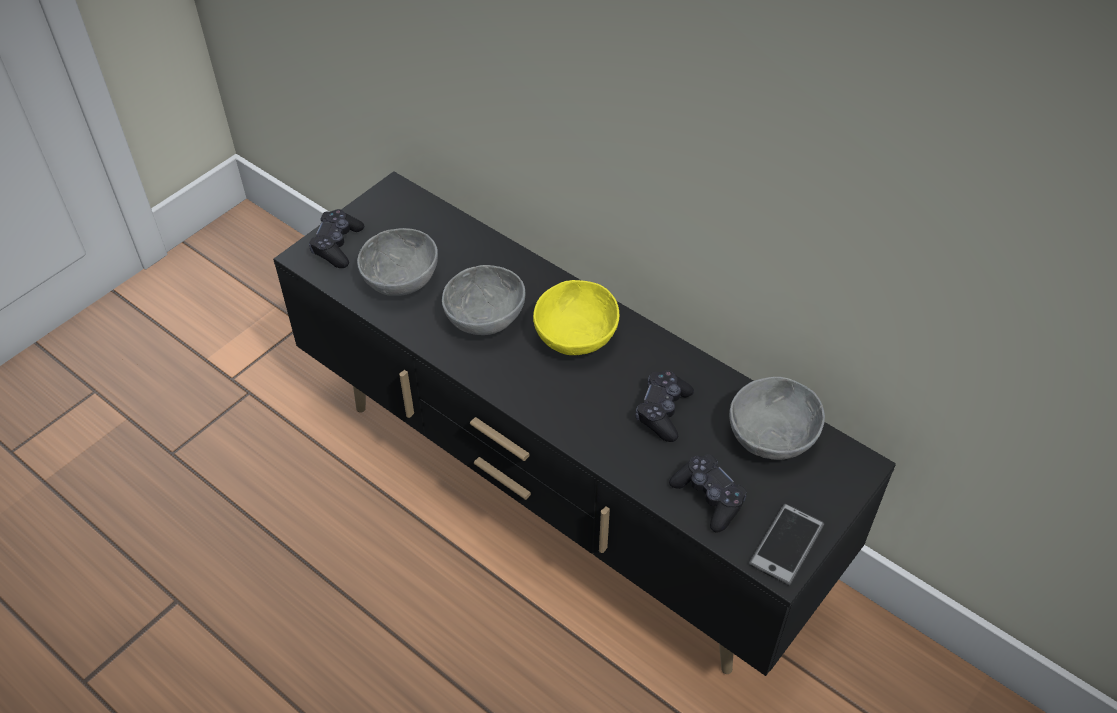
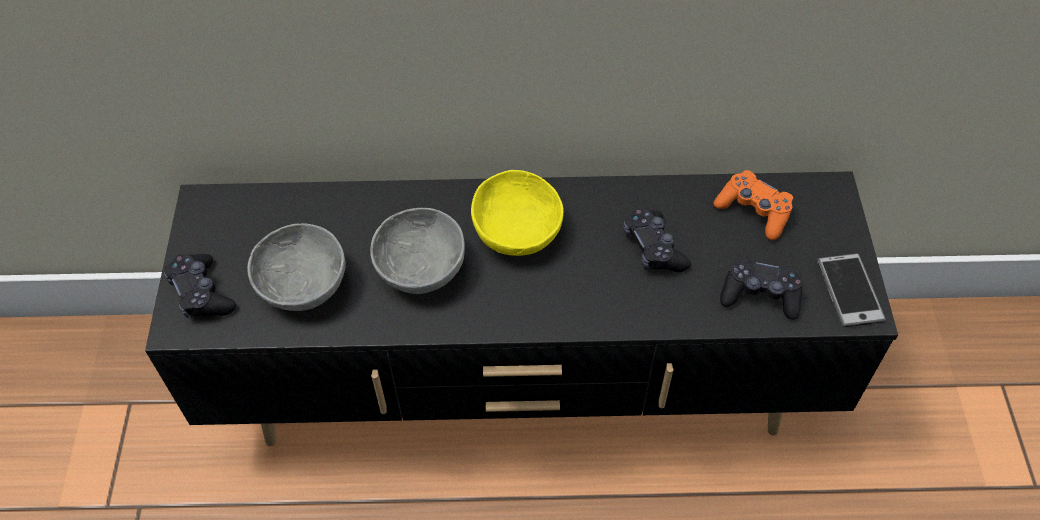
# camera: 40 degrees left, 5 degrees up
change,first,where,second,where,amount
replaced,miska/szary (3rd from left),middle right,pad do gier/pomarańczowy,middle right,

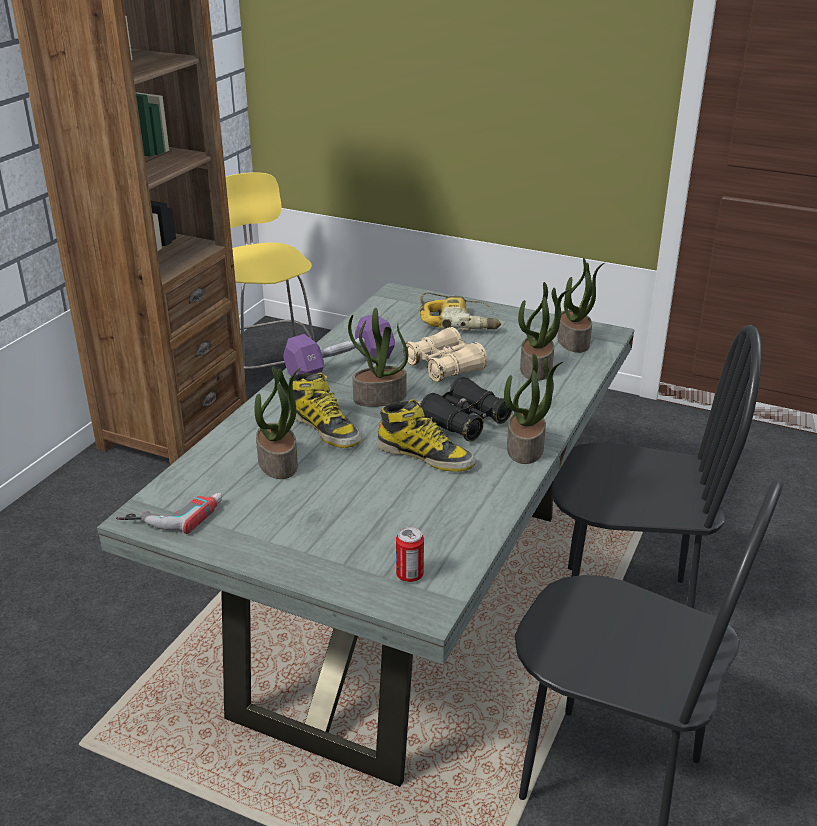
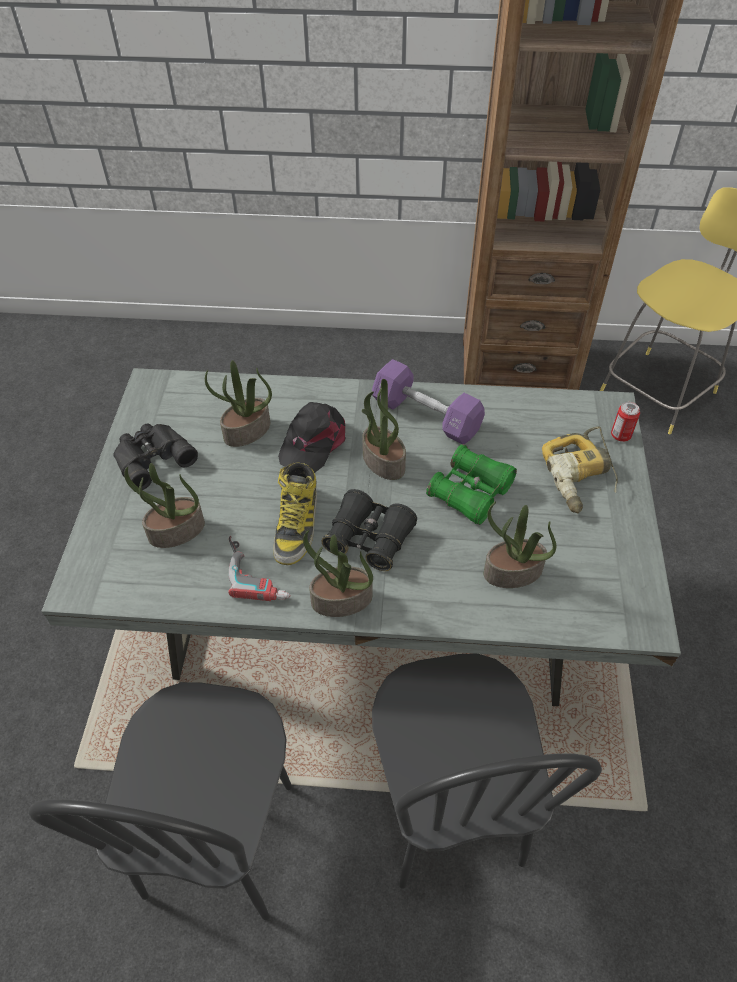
# camera: 70 degrees right, 20 degrees up
change,first,where,second,where,amount
moved,wiertarka (1st from left),middle left,,centre,
replaced,but z cholewką (1st from left),centre,czapka z daszkiem/czarny,centre,
moved,puszka,bottom centre,,middle right,
recoloured,lornetka/beżowy,centre,lornetka/zielony,centre,
moved,roślina doniczkowa (5th from left in the first image),middle right,roślina doniczkowa (1st from left),middle left,
added,,,lornetka/czarny (1st from left),middle left,

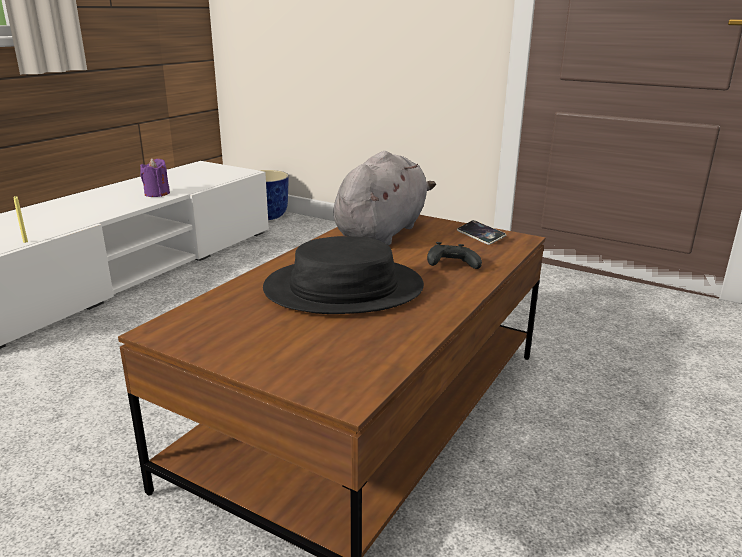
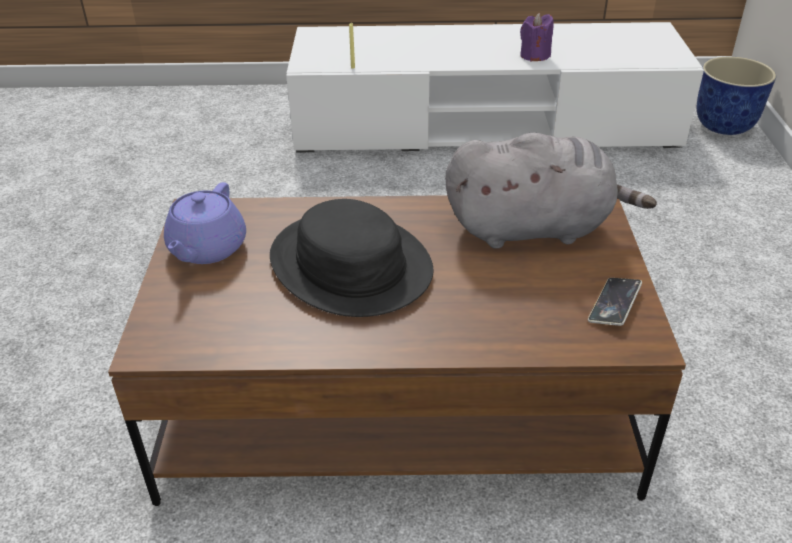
# camera: 60 degrees right, 15 degrees up
change,first,where,second,where,amount
removed,pad do gier/czarny,centre,,,
added,,,imbryk/fioletowy,middle left,

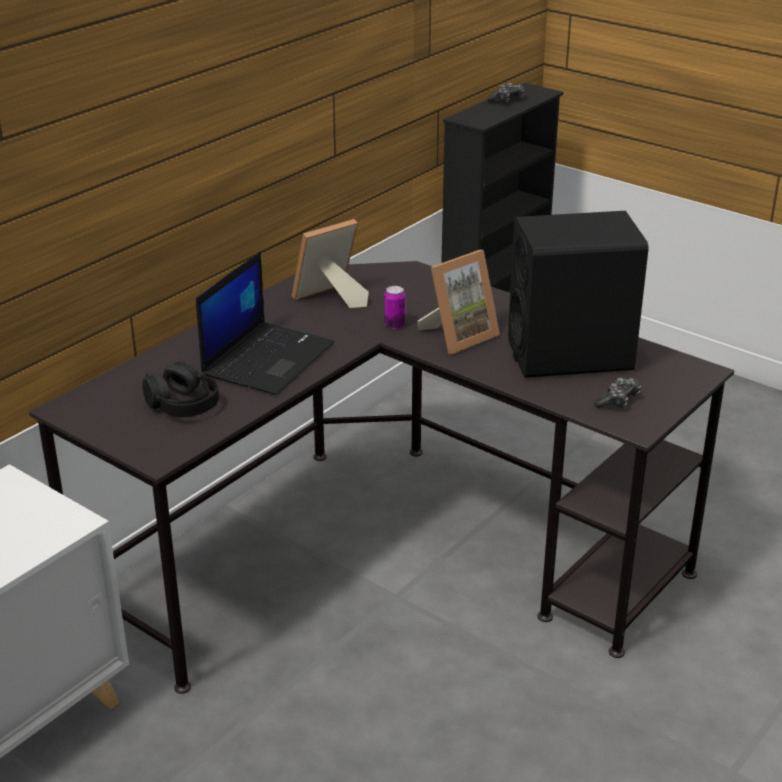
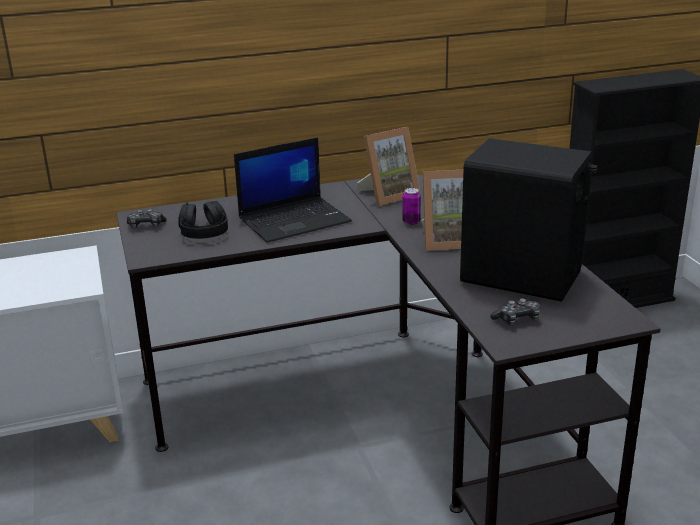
# camera: 35 degrees right, 5 degrees down
change,first,where,second,where,amount
turned,ramka na zdjęcie (1st from left),centre,,top centre,150 degrees clockwise
moved,pad do gier (1st from left),top centre,,middle left,

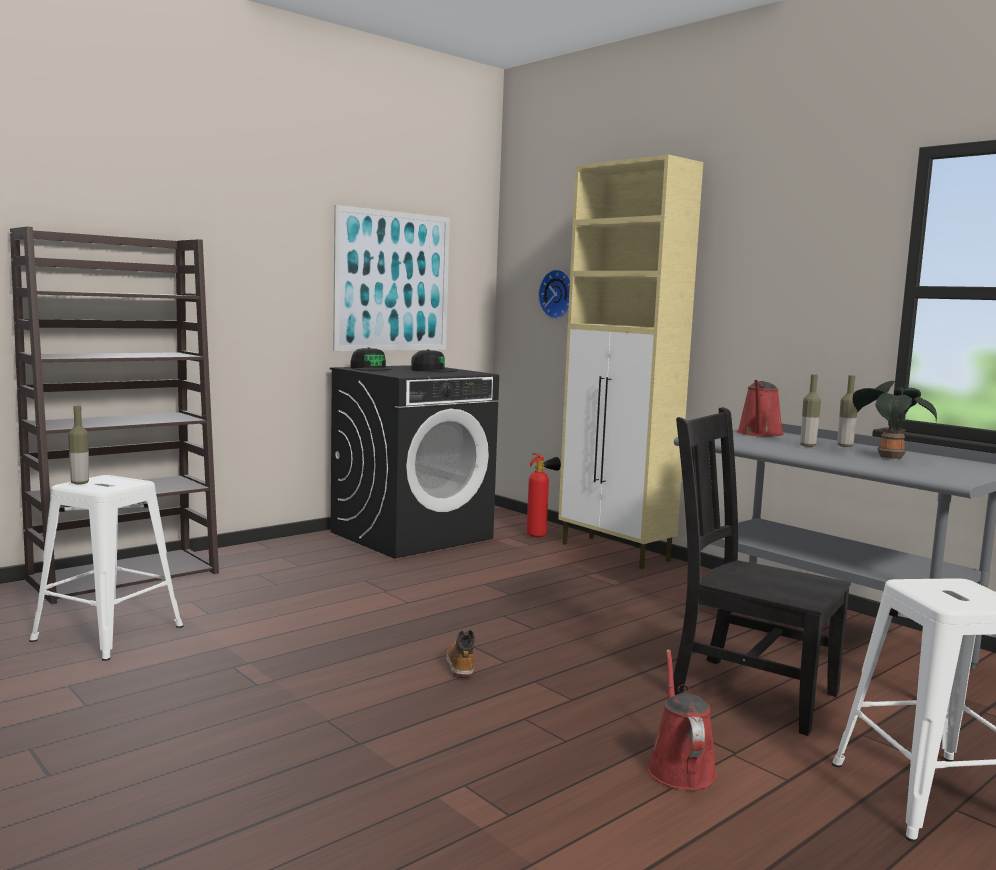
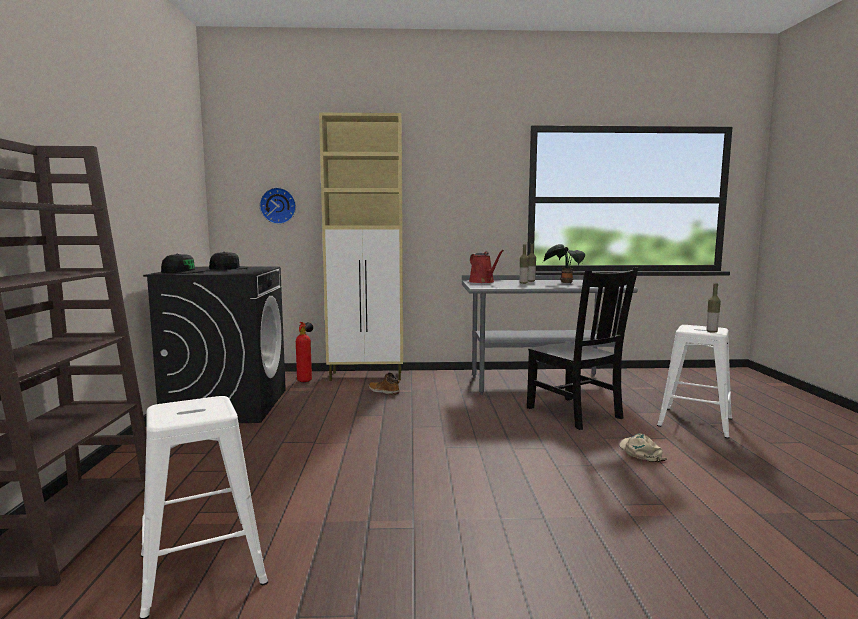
# camera: 50 degrees left, 0 degrees up
change,first,where,second,where,amount
moved,butelka (1st from left in the first image),middle left,butelka (3rd from left),middle right,
removed,obraz,top centre,,,
moved,but z cholewką,bottom centre,,centre,
replaced,konewka/czerwony (1st from left),bottom right,czapka z daszkiem/beżowy,bottom right,
turned,krzesło/czarny,middle right,,middle right,105 degrees counterclockwise

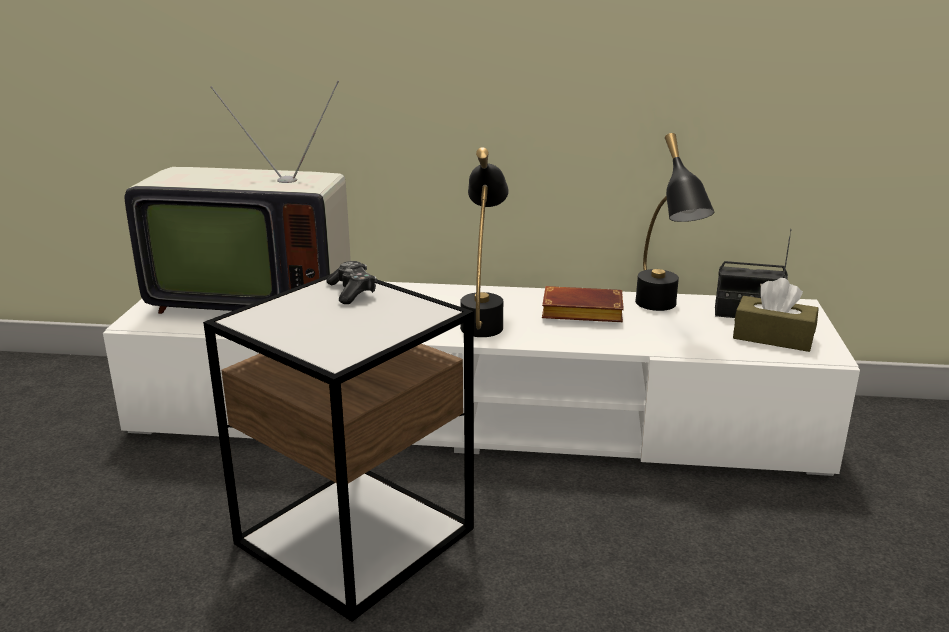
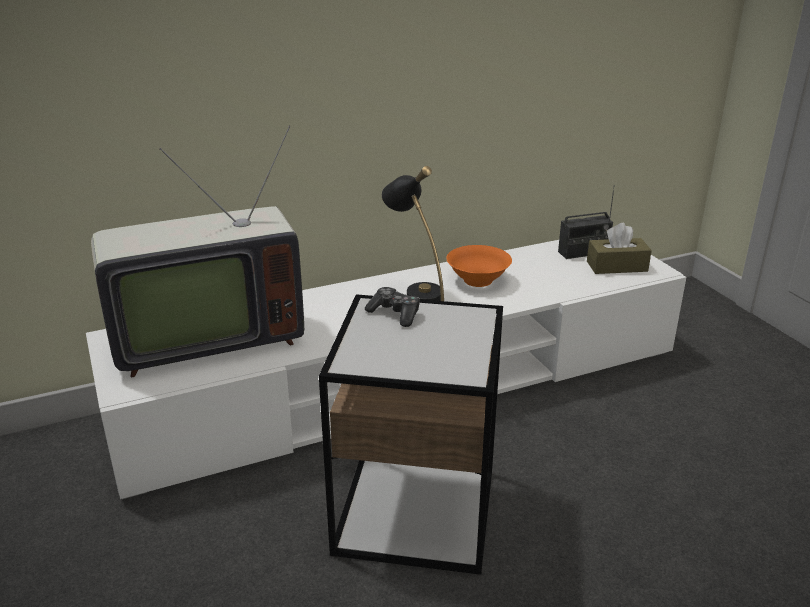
# camera: 30 degrees left, 5 degrees up
change,first,where,second,where,amount
replaced,książka/brązowy,centre,miska/pomarańczowy,centre,
removed,lampa stołowa/czarny (2nd from left),middle right,,,

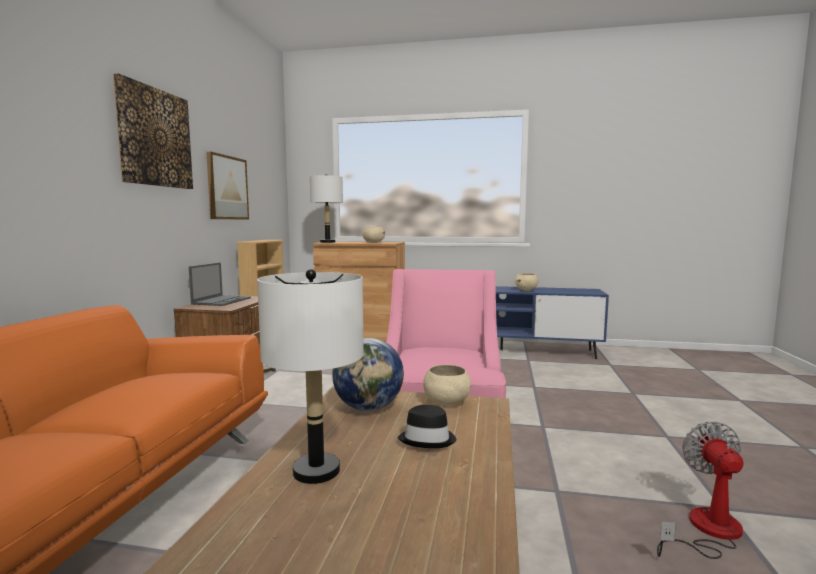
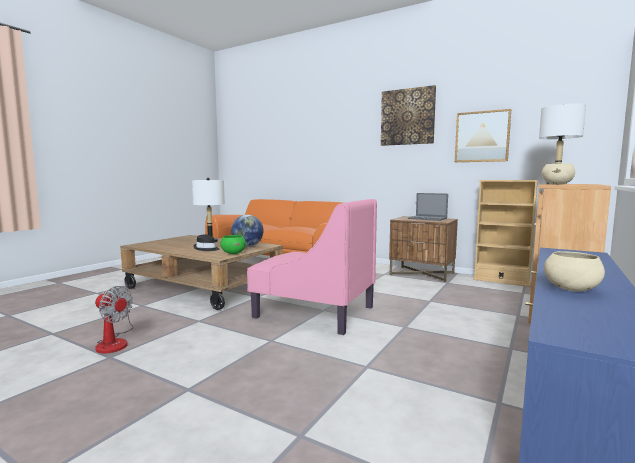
# camera: 110 degrees right, 0 degrees up
change,first,where,second,where,amount
recoloured,miska/beżowy (2nd from left),bottom centre,miska/zielony,centre,

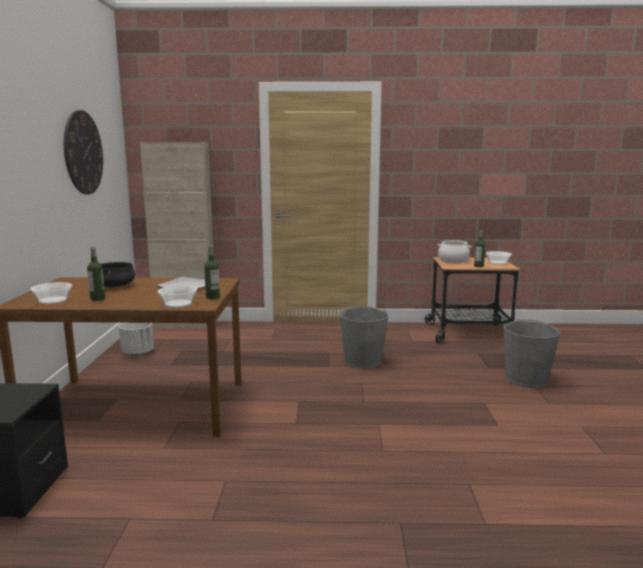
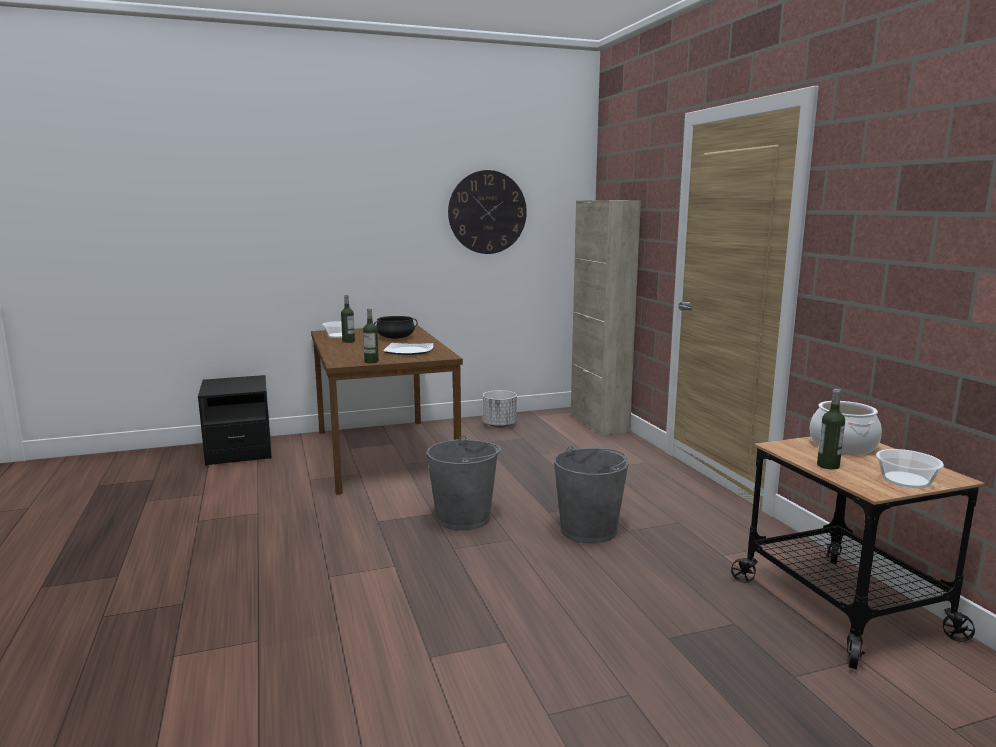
# camera: 70 degrees right, 0 degrees up
change,first,where,second,where,amount
removed,miska (2nd from left),middle left,,,
moved,wiadro/szary (2nd from left in the first image),middle right,wiadro/szary (1st from left),centre,

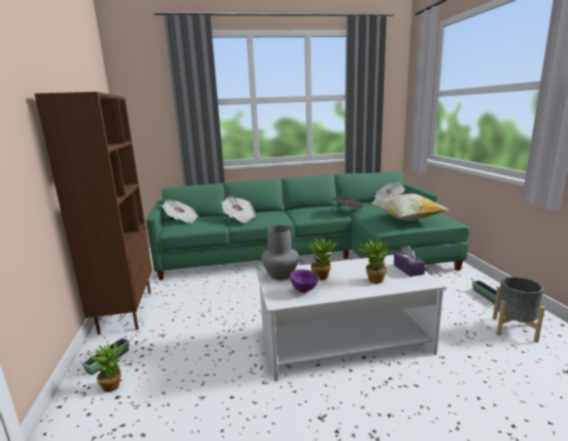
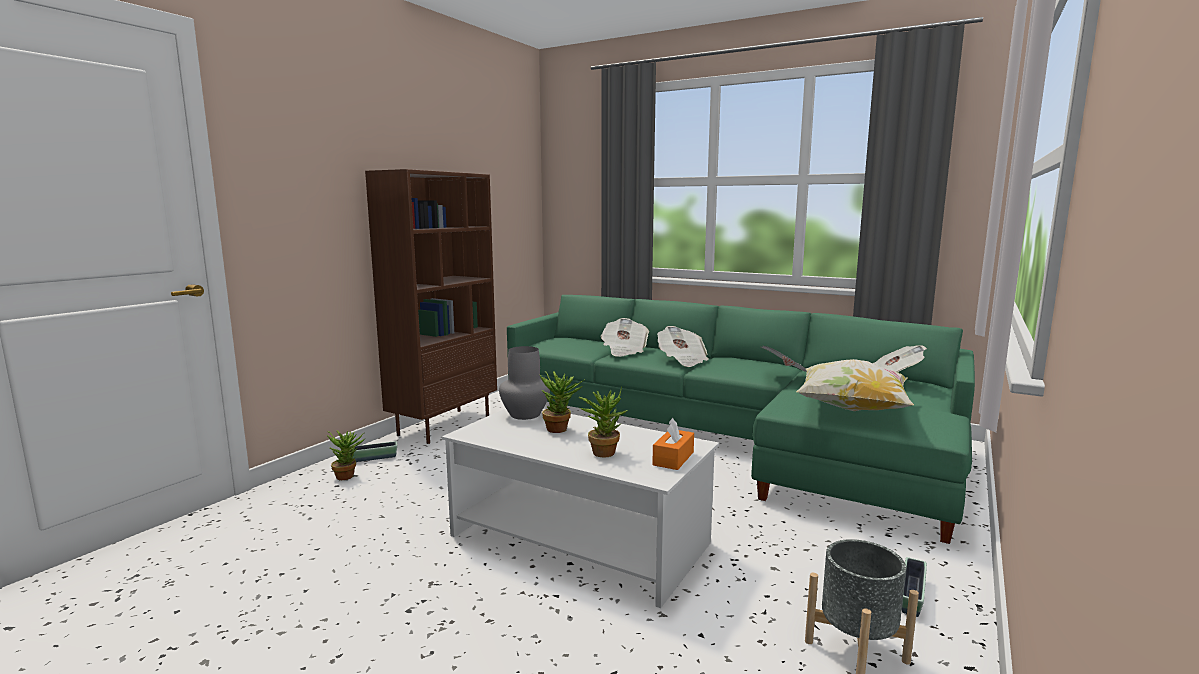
# camera: 40 degrees right, 5 degrees down
change,first,where,second,where,amount
moved,gazeta (1st from left in the first image),middle left,gazeta (2nd from left),centre,
removed,miska/fioletowy,centre,,,
recoloured,pudełko chusteczek/fioletowy,middle right,pudełko chusteczek/pomarańczowy,centre,

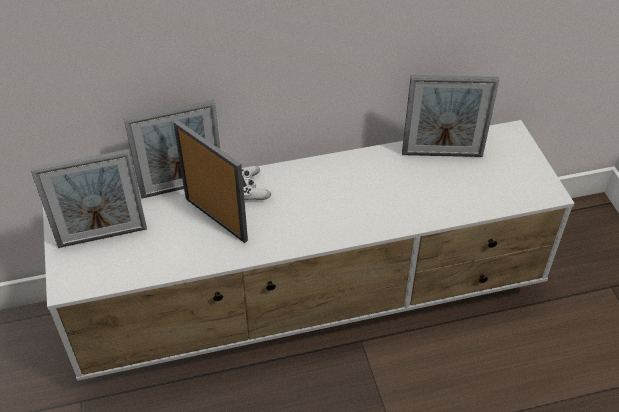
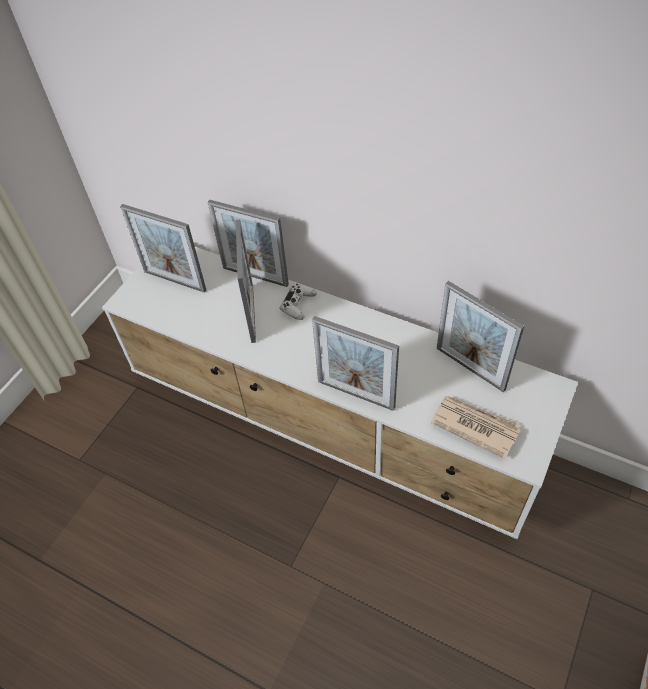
# camera: 45 degrees right, 5 degrees up
change,first,where,second,where,amount
added,,,ramka na zdjęcie (4th from left),centre,
added,,,gazeta,middle right,

